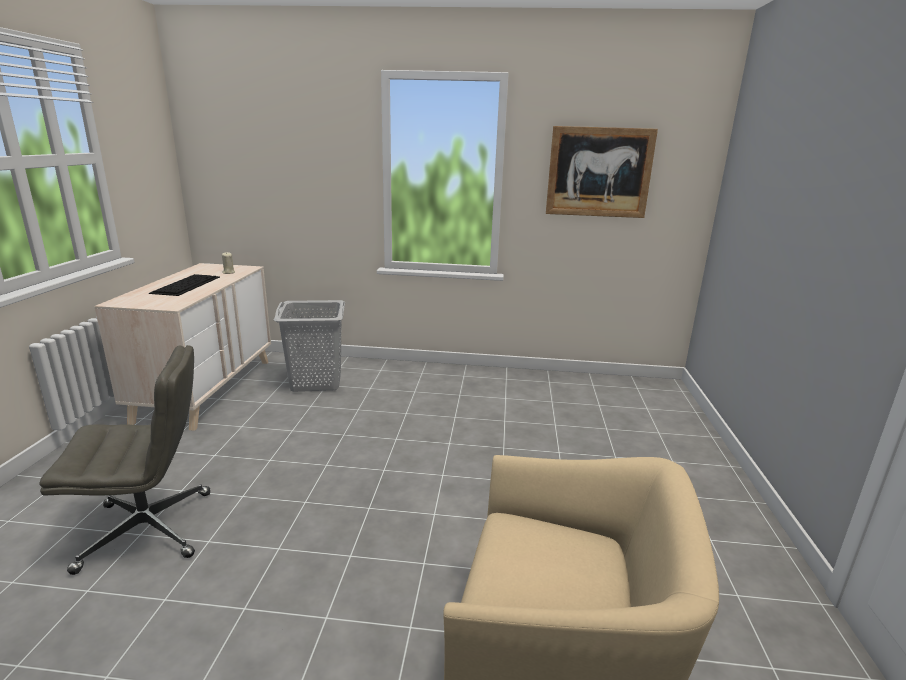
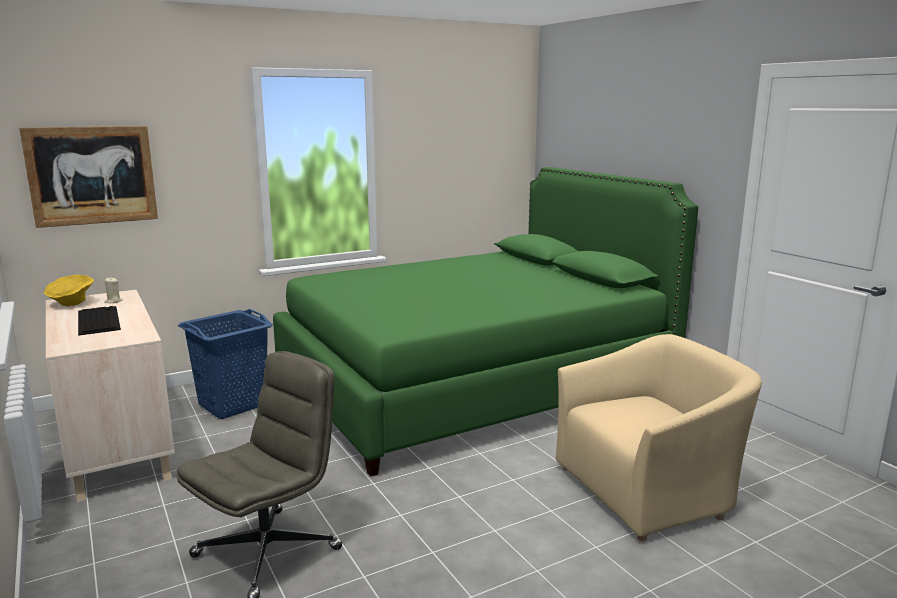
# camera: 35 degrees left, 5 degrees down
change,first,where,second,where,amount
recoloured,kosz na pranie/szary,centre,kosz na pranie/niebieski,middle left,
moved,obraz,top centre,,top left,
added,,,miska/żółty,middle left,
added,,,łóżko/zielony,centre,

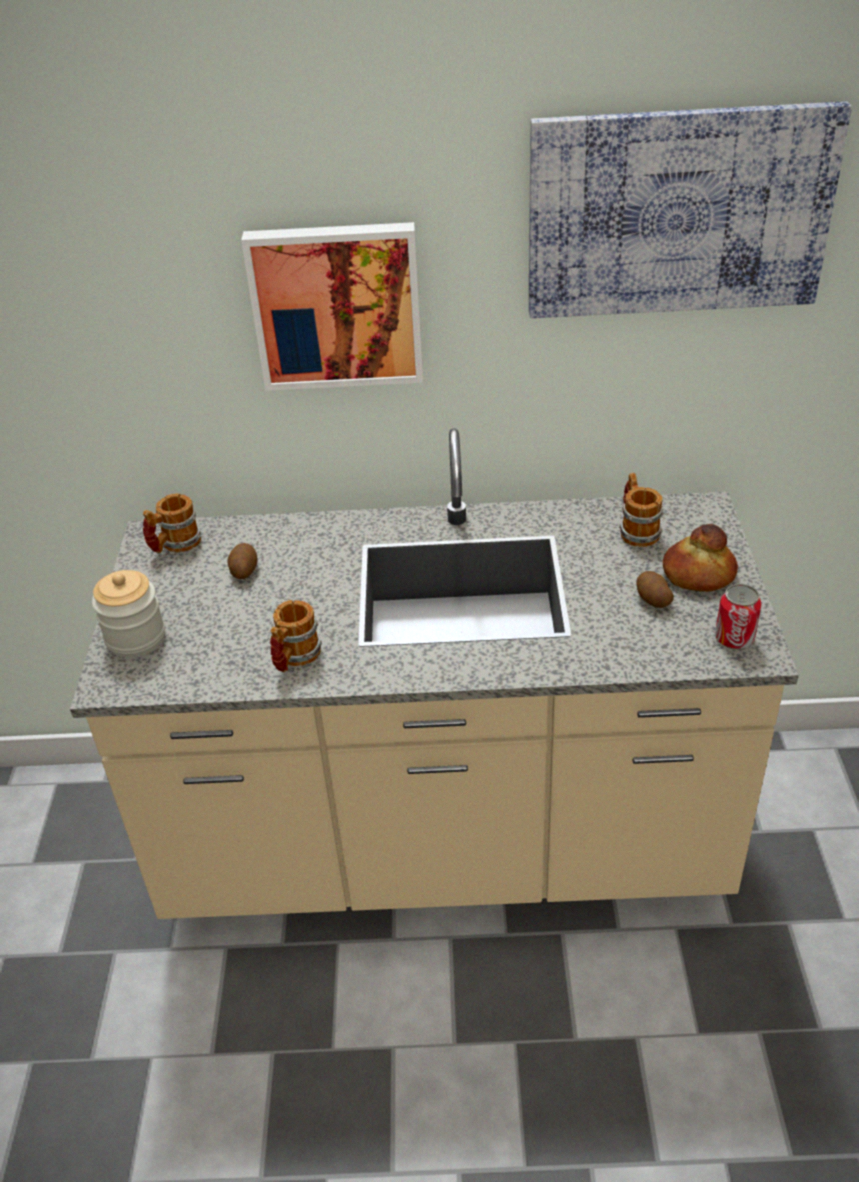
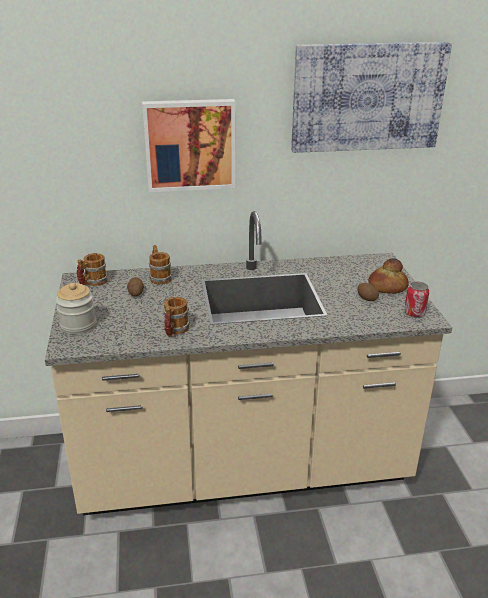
# camera: 10 degrees left, 10 degrees down
change,first,where,second,where,amount
moved,kubek (3rd from left in the first image),middle right,kubek (2nd from left),middle left,

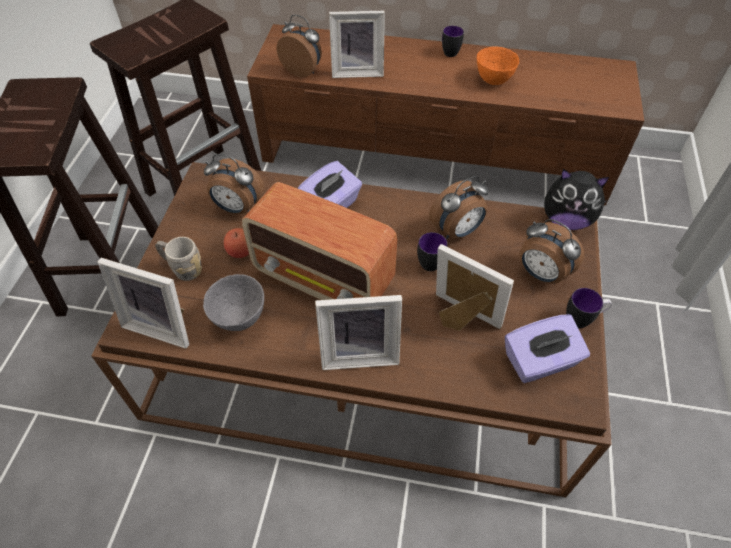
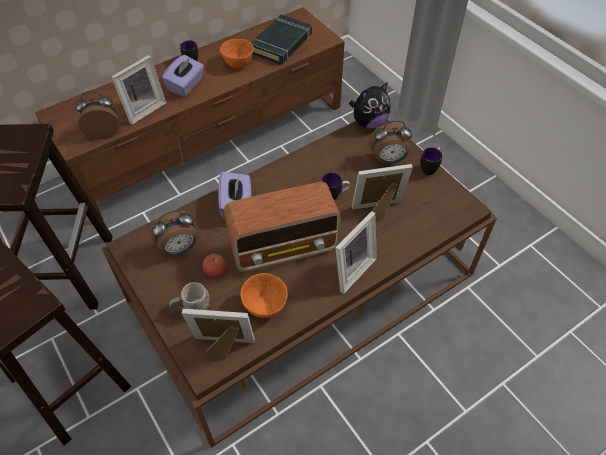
# camera: 45 degrees left, 0 degrees up
change,first,where,second,where,amount
turned,ramka na zdjęcie (1st from left in the first image),middle left,ramka na zdjęcie (2nd from left),bottom centre,150 degrees counterclockwise
recoloured,miska/szary,middle left,miska/pomarańczowy (2nd from left),centre,
removed,budzik (3rd from left),centre,,,
moved,pudełko chusteczek/fioletowy (2nd from left in the first image),middle right,pudełko chusteczek/fioletowy (1st from left),top left,
added,,,książka/czarny,top centre,

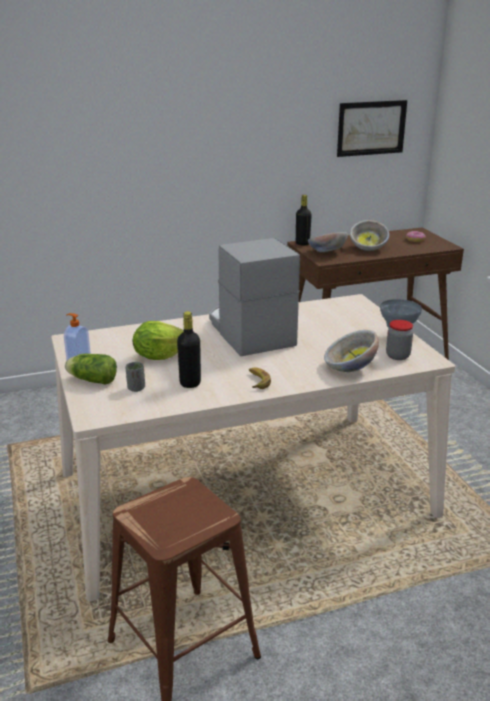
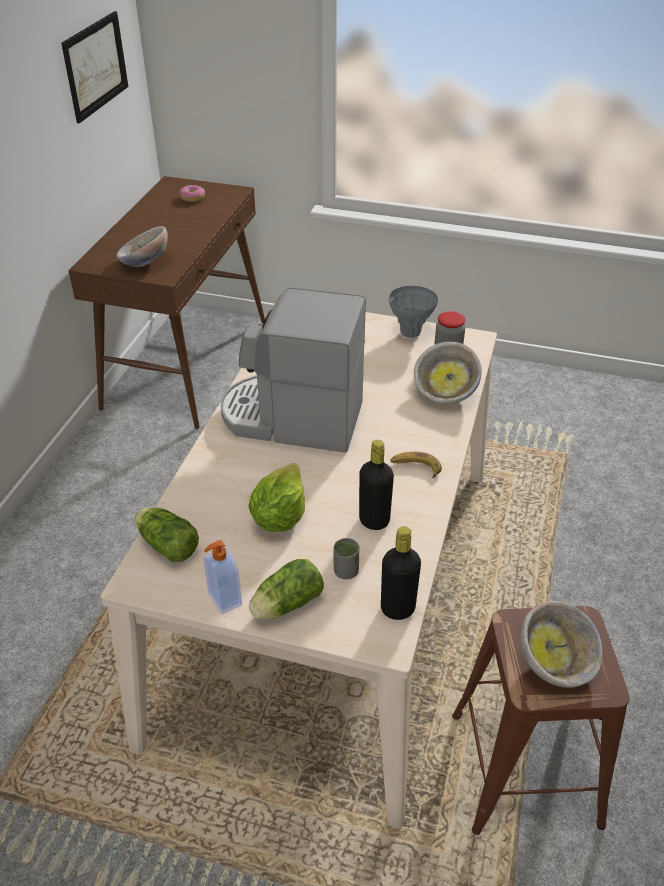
# camera: 55 degrees left, 15 degrees up
change,first,where,second,where,amount
moved,butelka/czarny (2nd from left),top centre,,centre,
moved,miska (3rd from left),middle right,,bottom right,
added,,,sałata (1st from left),middle left,

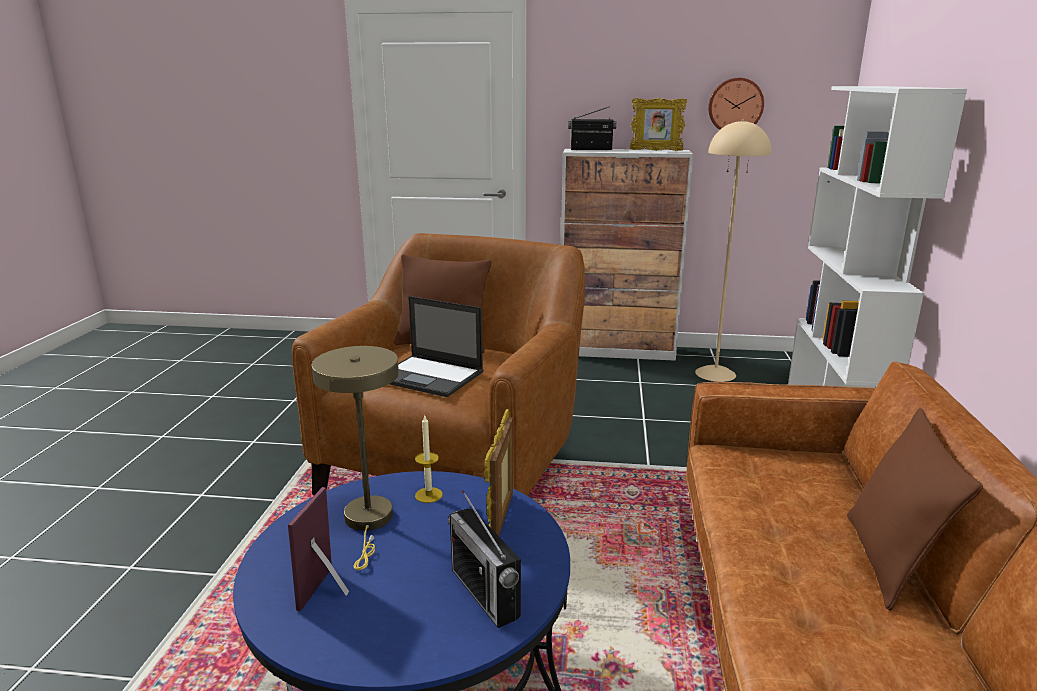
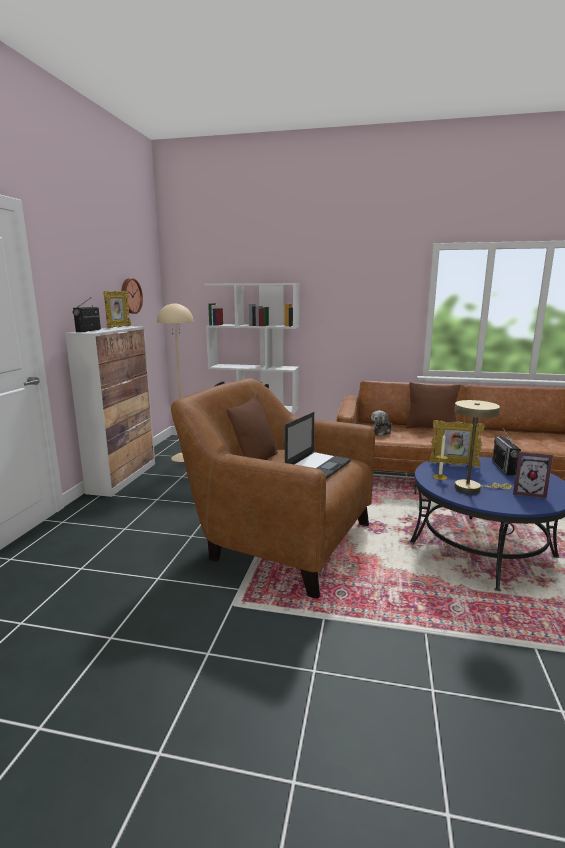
# camera: 85 degrees left, 5 degrees down
change,first,where,second,where,amount
turned,radio (1st from left in the first image),bottom centre,radio (2nd from left),middle right,120 degrees clockwise
added,,,pluszak,middle right,

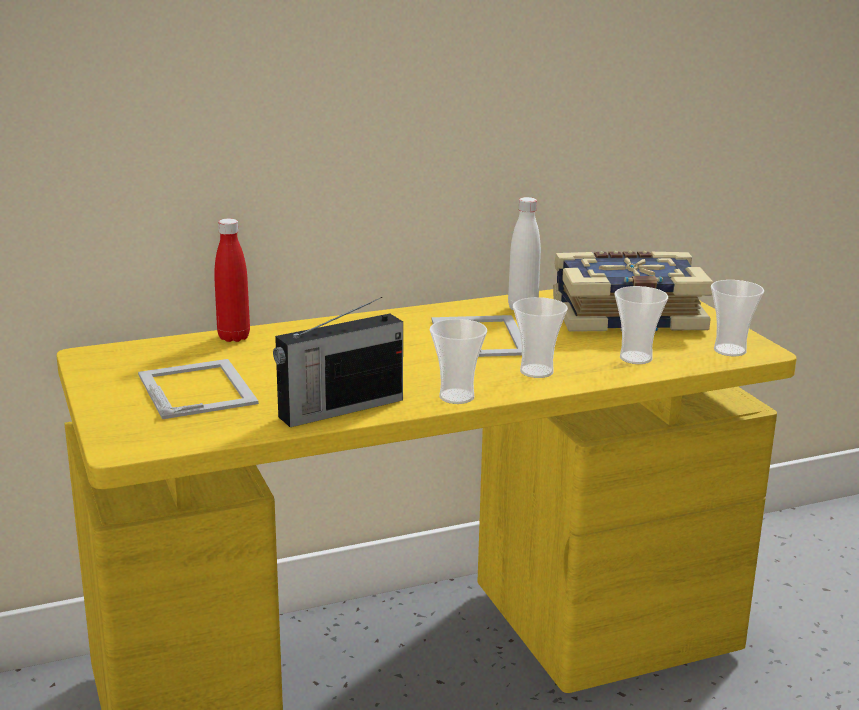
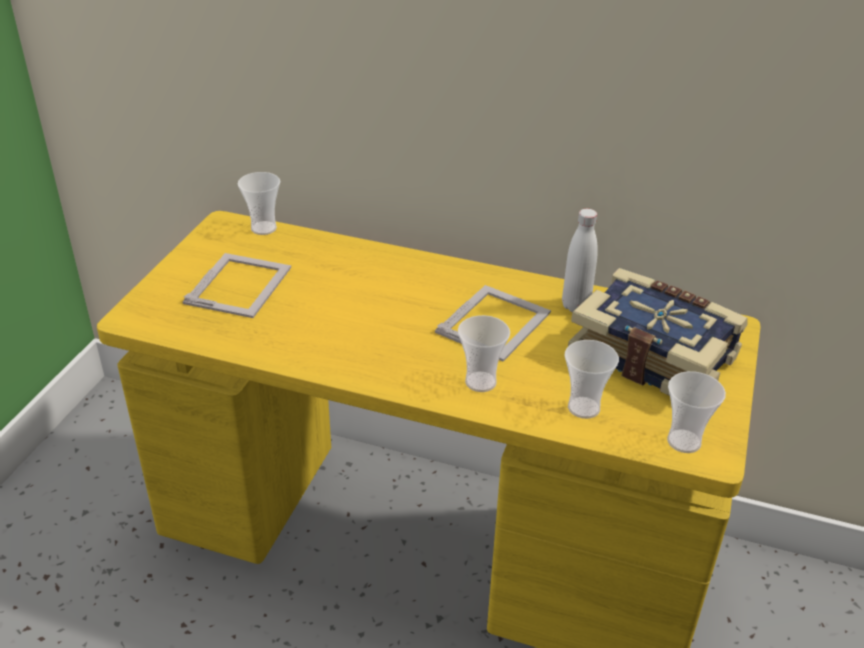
# camera: 40 degrees right, 15 degrees up
change,first,where,second,where,amount
removed,butelka/czerwony,middle left,,,
removed,radio,centre,,,
moved,filiżanka (1st from left),centre,,top left,

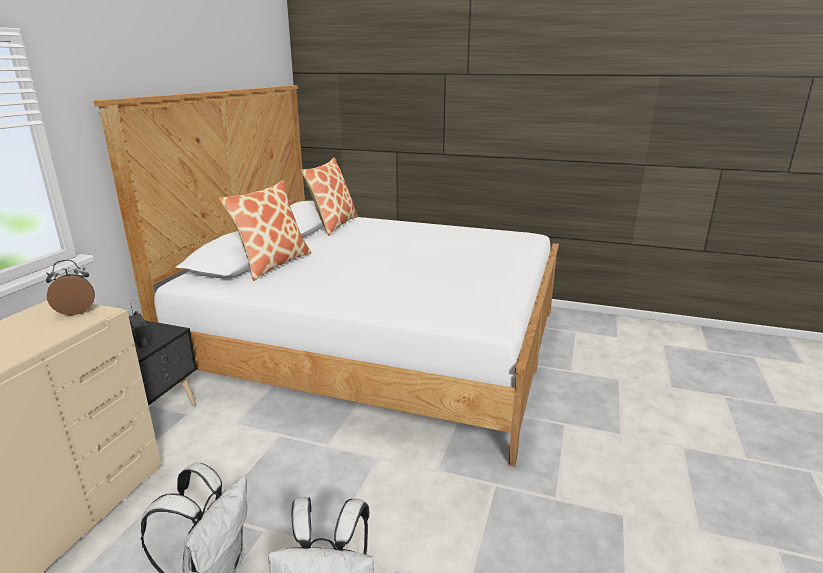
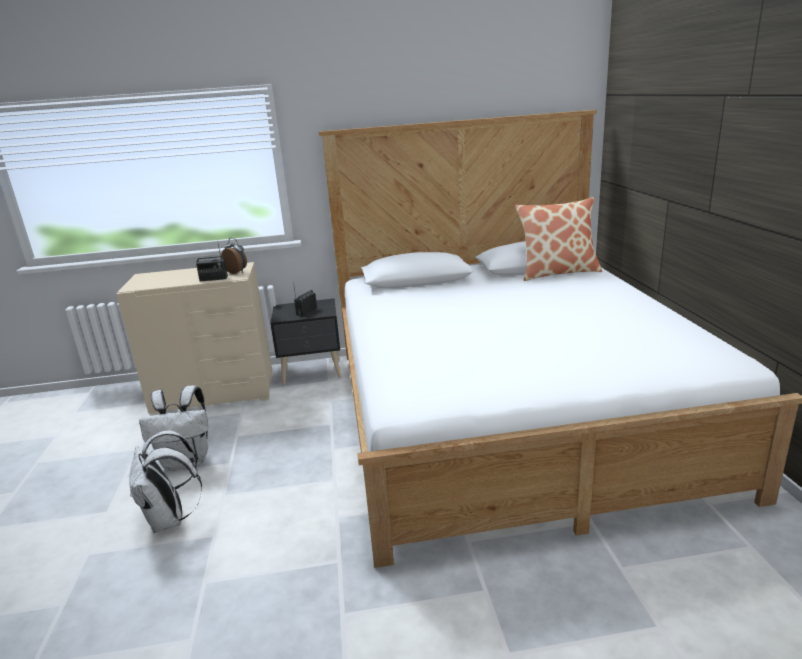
# camera: 65 degrees right, 0 degrees up
change,first,where,second,where,amount
removed,poduszka (1st from left),middle left,,,
added,,,radio (1st from left),middle left,

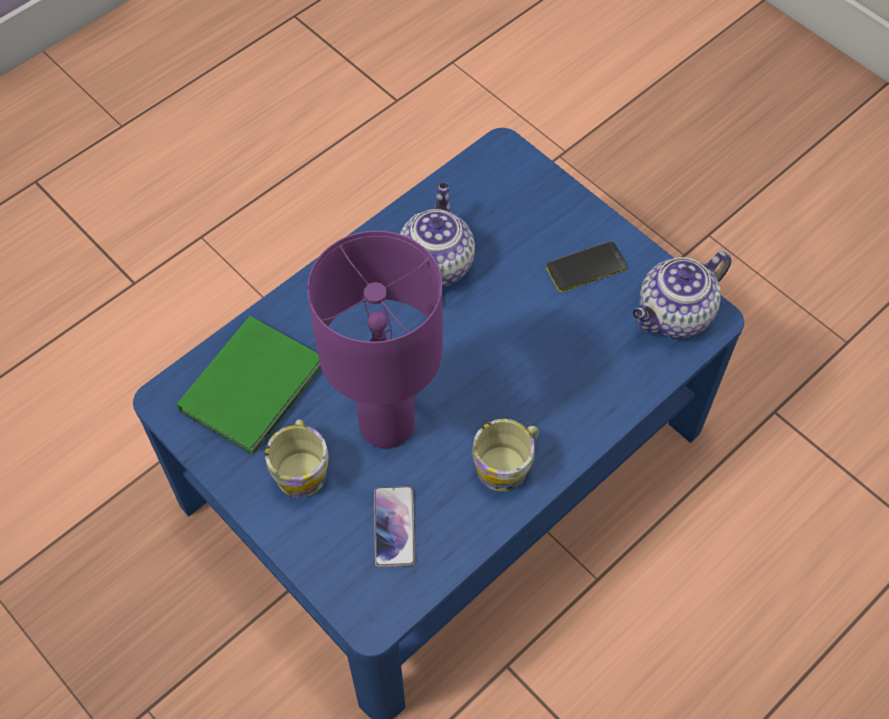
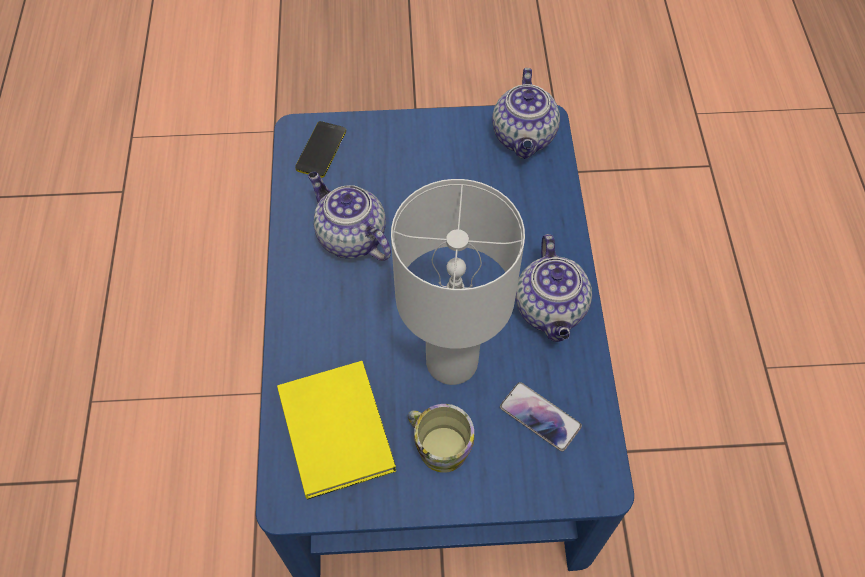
# camera: 50 degrees left, 0 degrees up
change,first,where,second,where,amount
recoloured,książka/zielony,middle left,książka/żółty,bottom centre,
recoloured,lampa stołowa/fioletowy,centre,lampa stołowa/biały,centre,
replaced,kubek (2nd from left),centre,imbryk (3rd from left),centre,
moved,telefon (2nd from left in the first image),centre,telefon (1st from left),top centre,

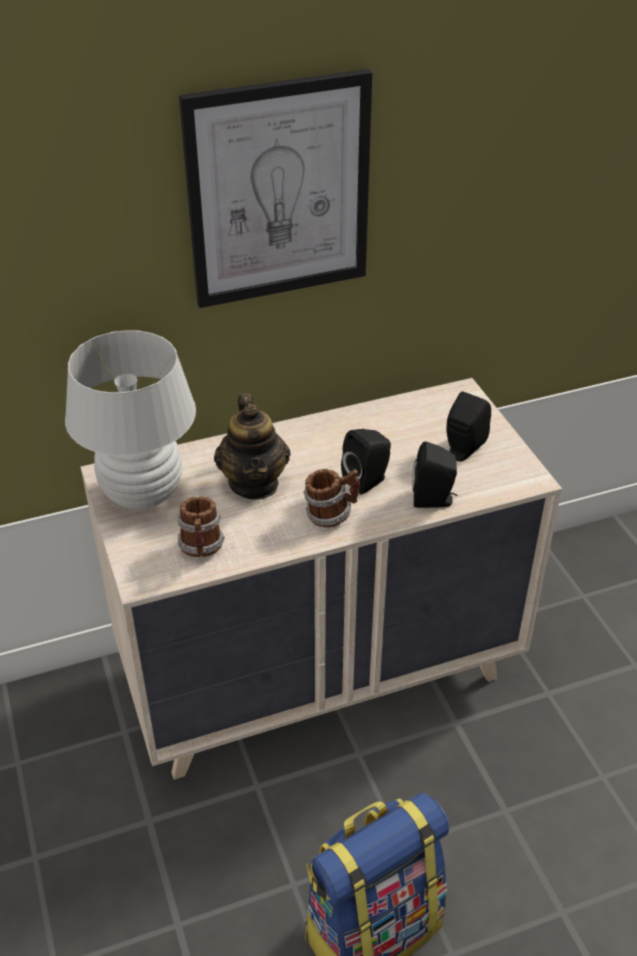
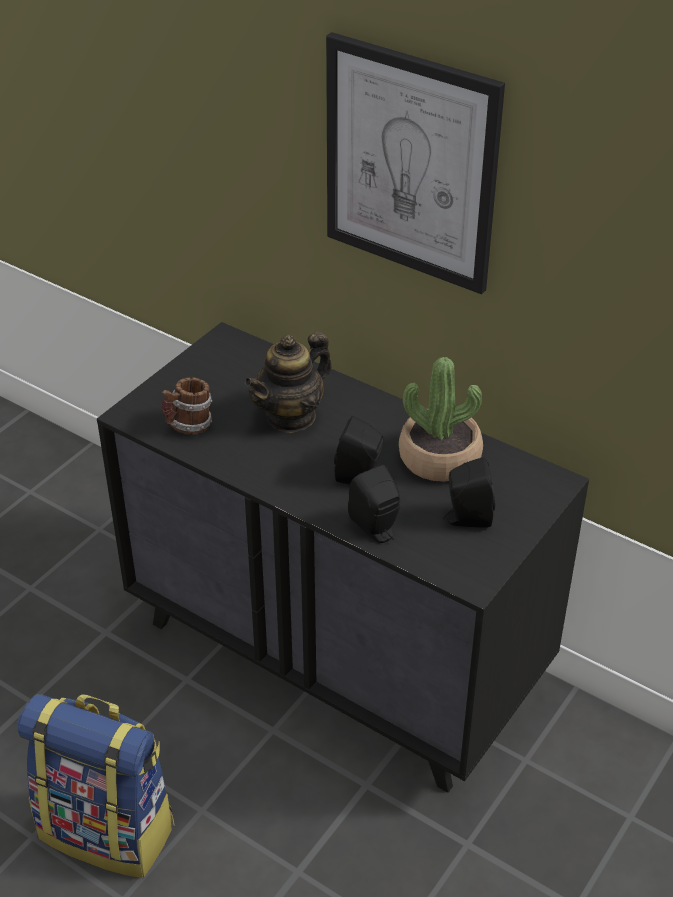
# camera: 55 degrees right, 0 degrees up
change,first,where,second,where,amount
removed,lampa stołowa/biały,middle left,,,
recoloured,komoda/beżowy,centre,komoda/czarny,centre,
removed,kubek (2nd from left),centre,,,
added,,,roślina doniczkowa,centre,

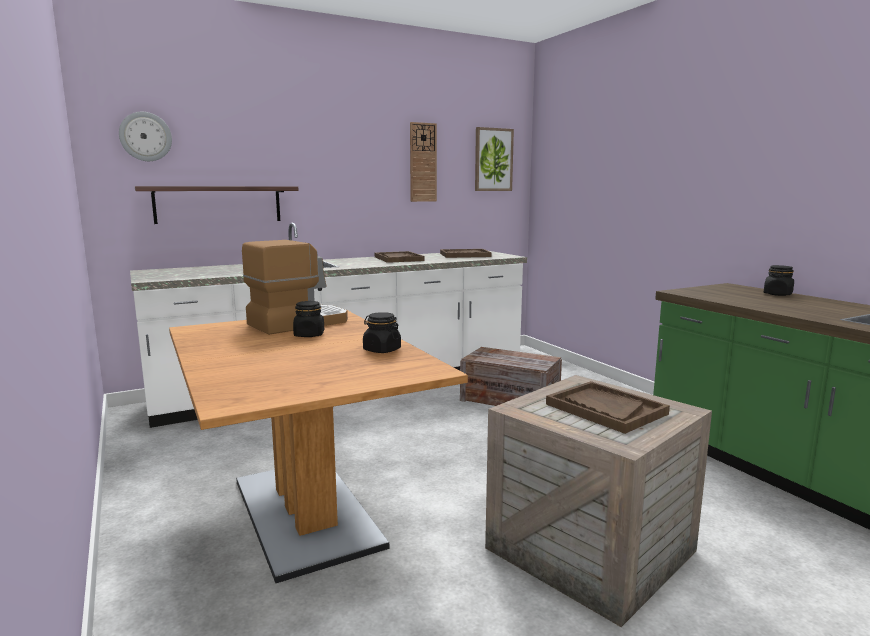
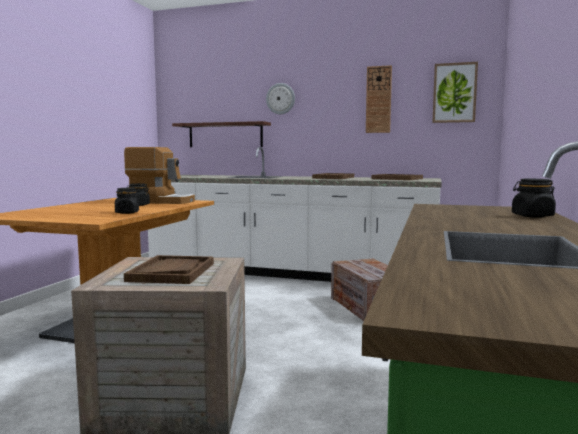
# camera: 45 degrees right, 5 degrees down
change,first,where,second,where,amount
moved,zegar ścienny (1st from left),top left,,top centre,

